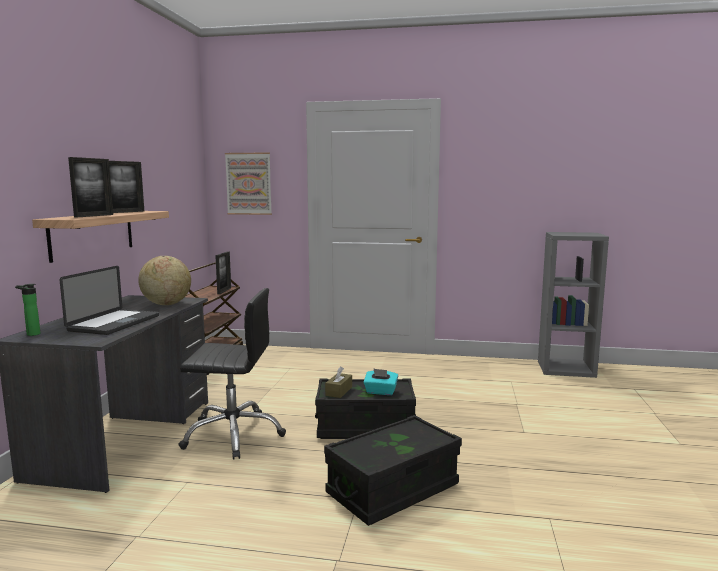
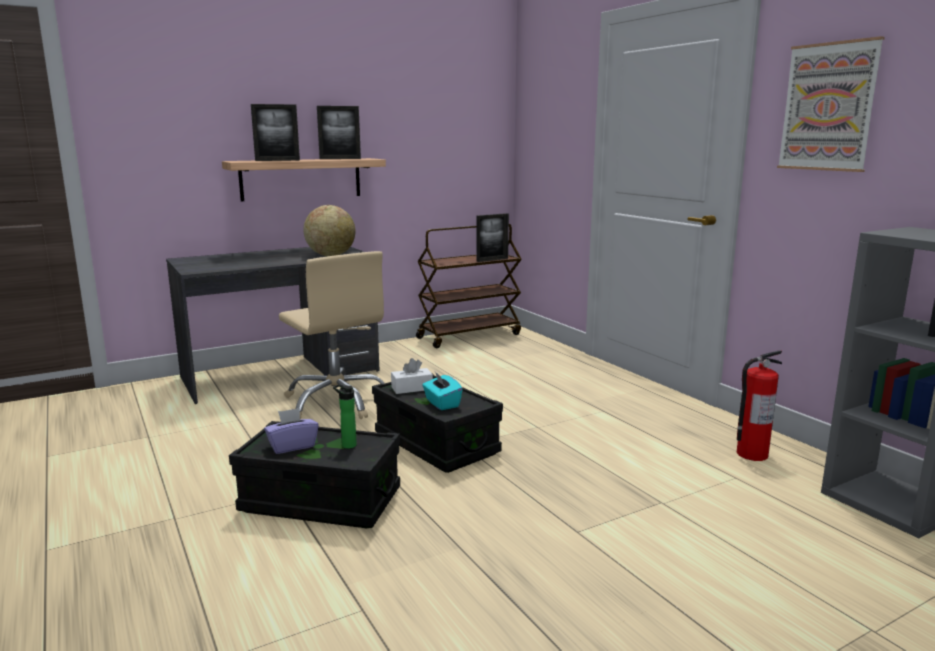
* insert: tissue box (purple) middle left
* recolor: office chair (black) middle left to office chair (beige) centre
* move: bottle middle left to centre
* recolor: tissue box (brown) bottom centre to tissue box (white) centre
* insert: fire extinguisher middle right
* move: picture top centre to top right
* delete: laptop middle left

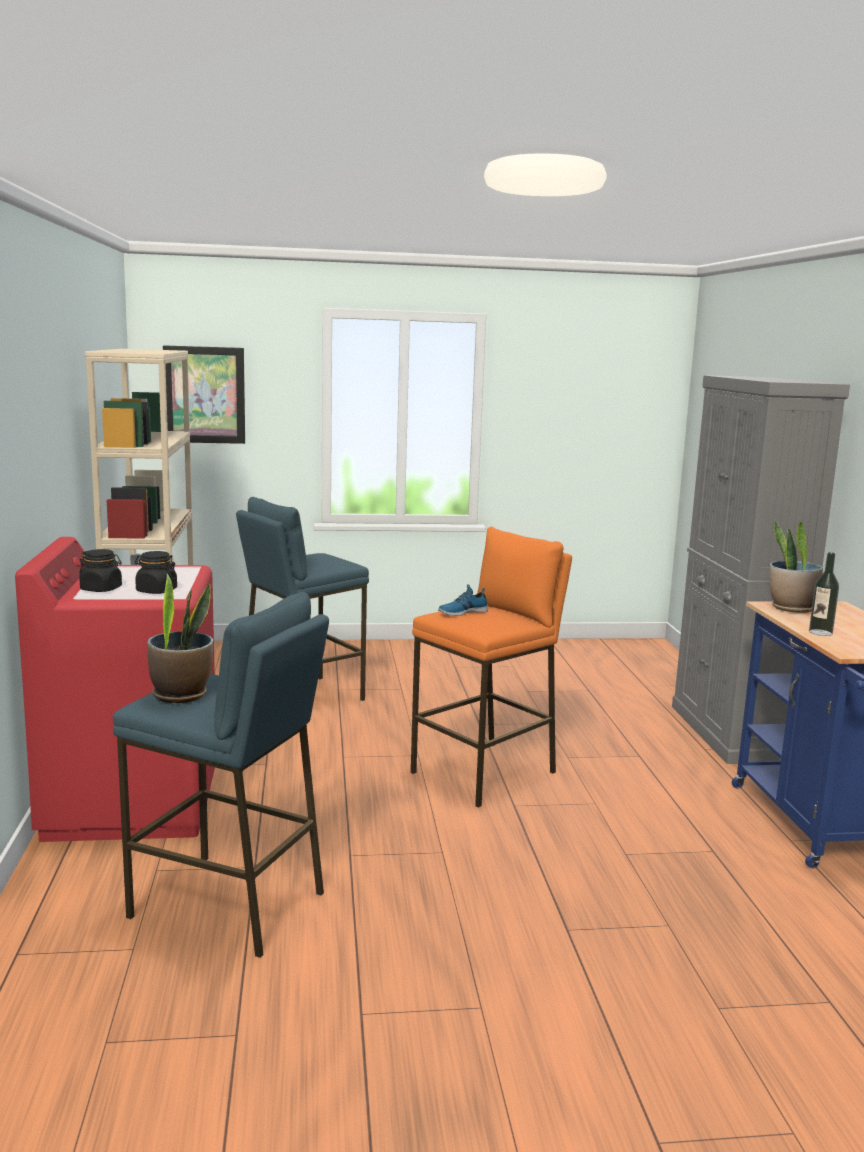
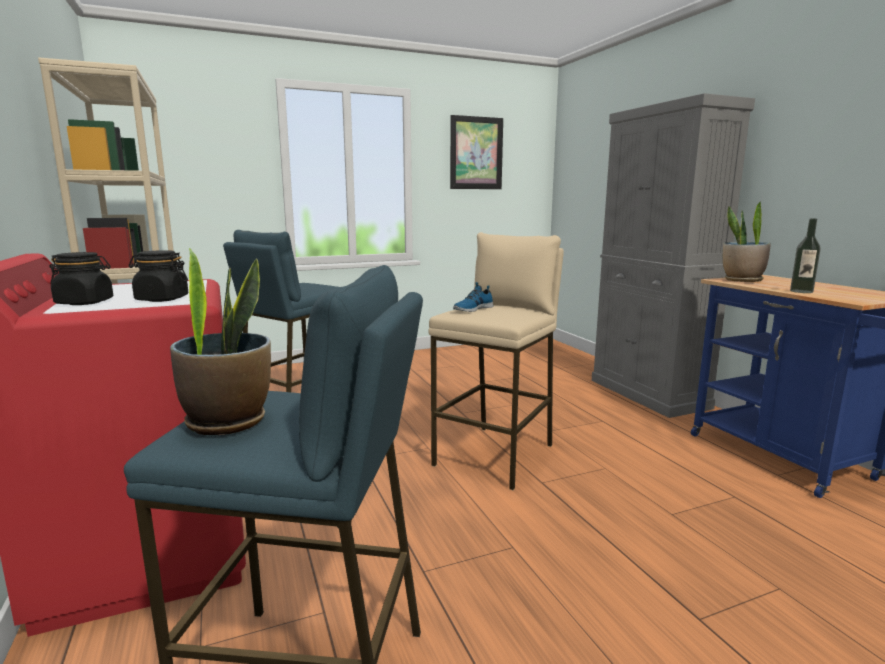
* recolor: stool (orange) centre to stool (beige) centre
* move: picture middle left to top centre

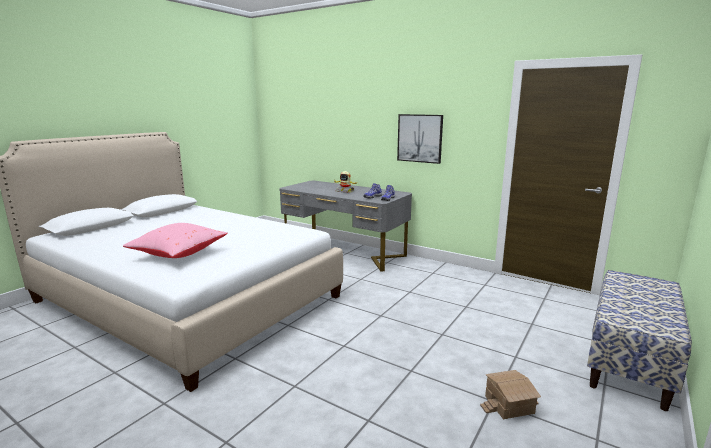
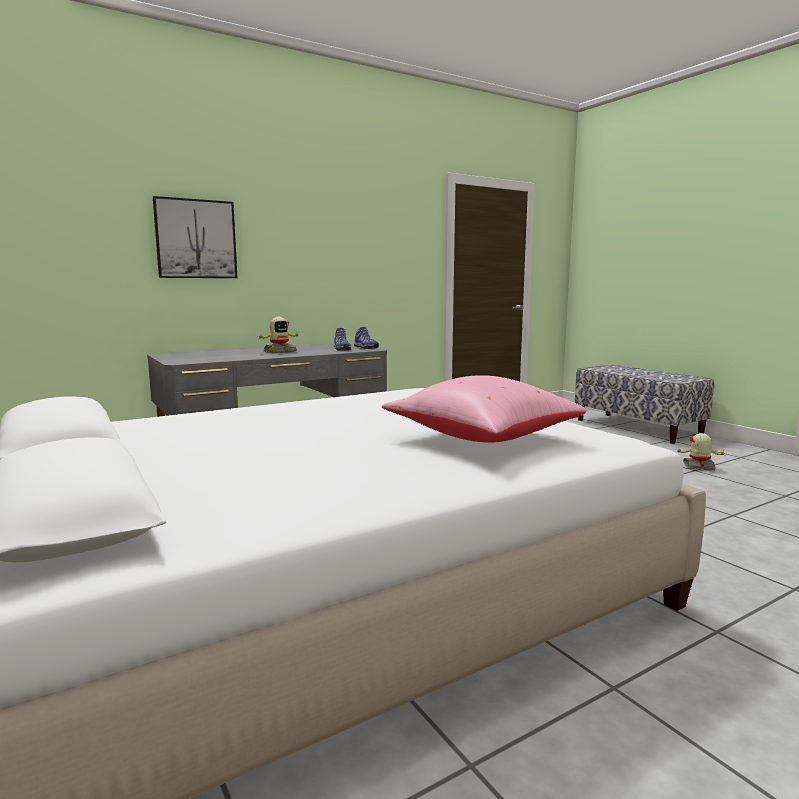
* move: picture top centre to top left
* replace: toy house bottom right to toy robot (2nd from left) middle right

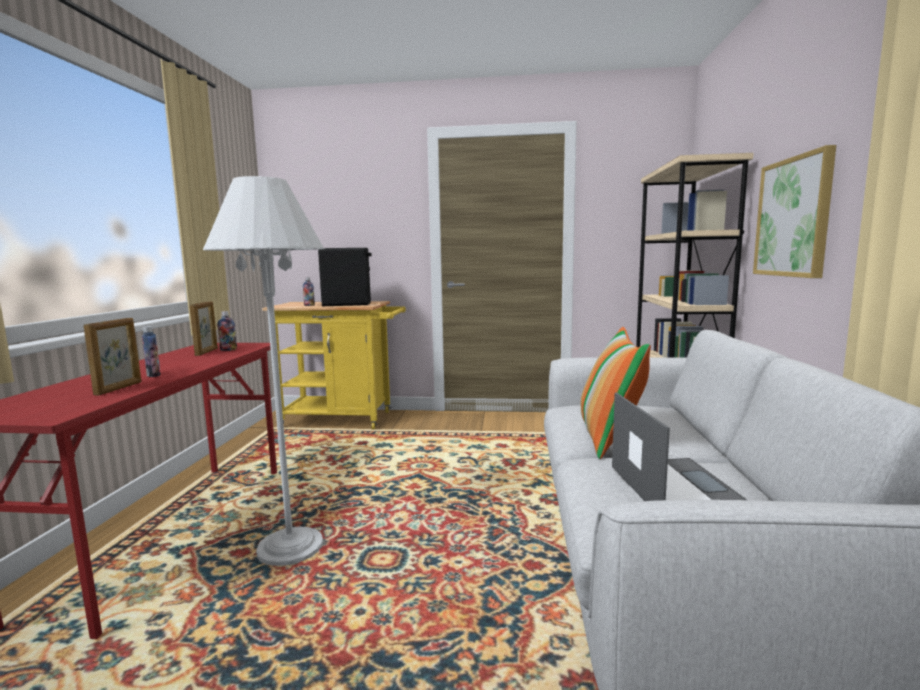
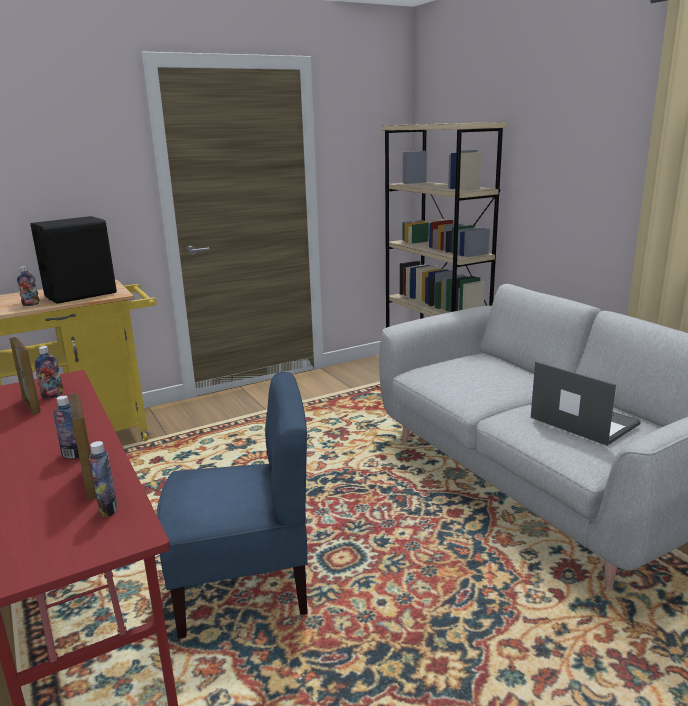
* insert: bottle (4th from left) bottom left
* replace: floor lamp (white) middle left to chair (blue) bottom centre
* delete: pillow middle right
* delete: picture top right

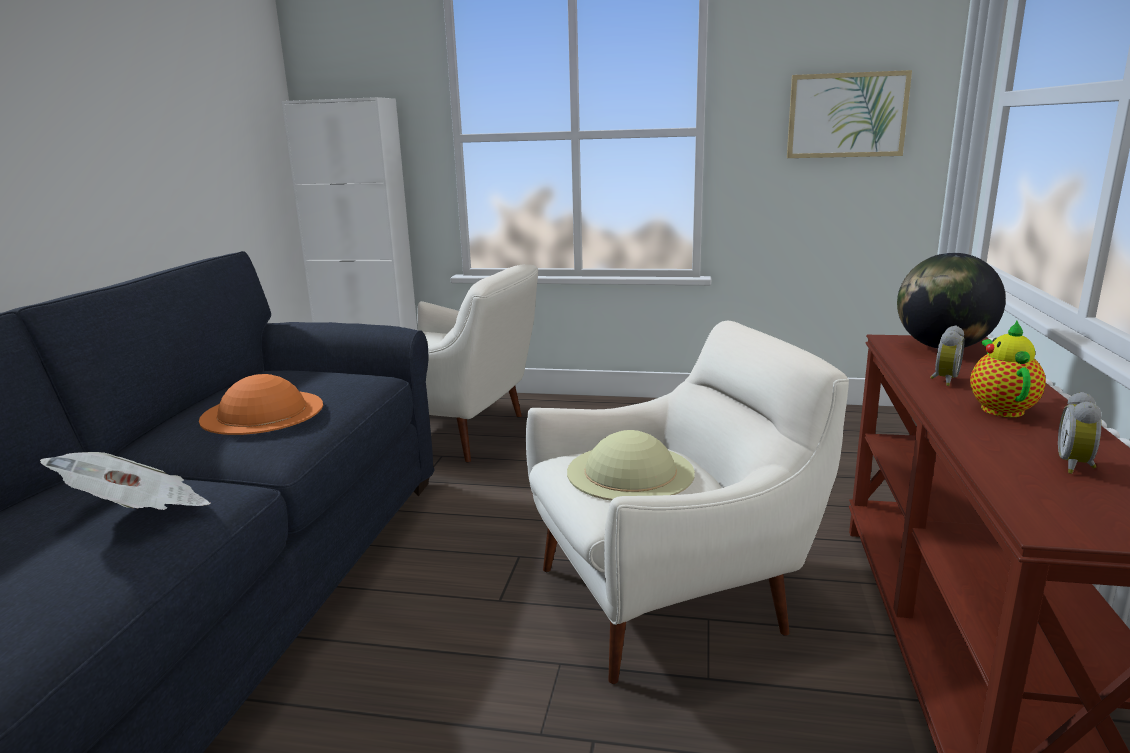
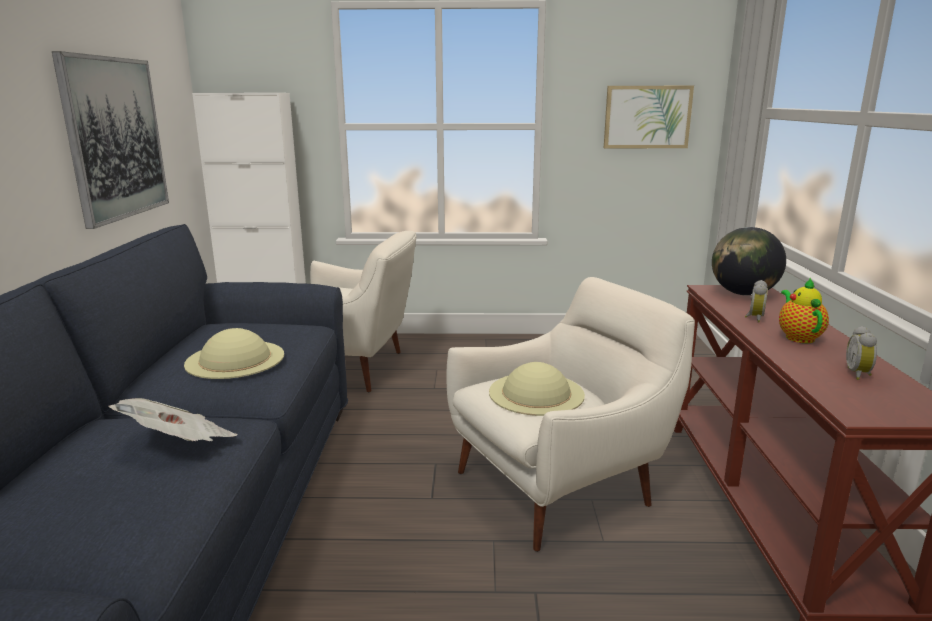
* insert: picture (1st from left) top left
* recolor: hat (orange) middle left to hat (beige) (1st from left) middle left

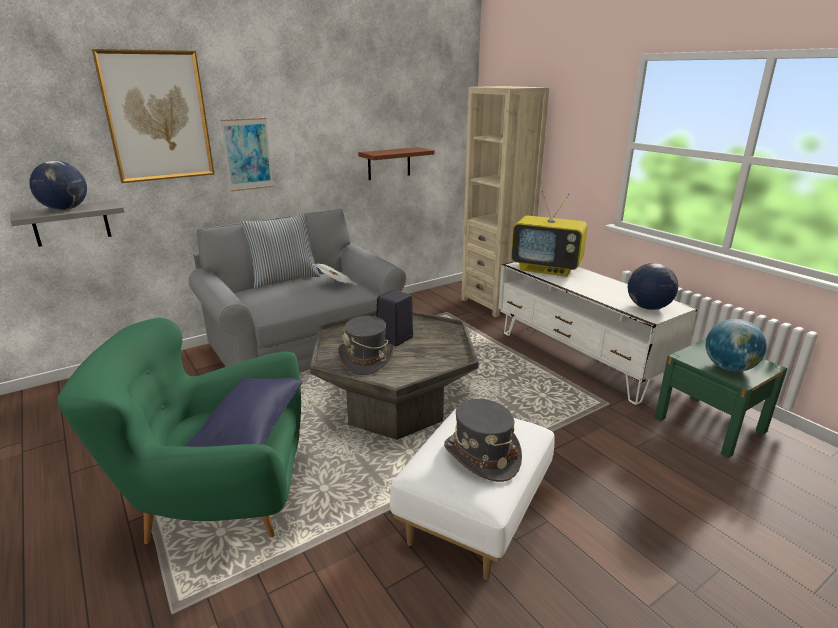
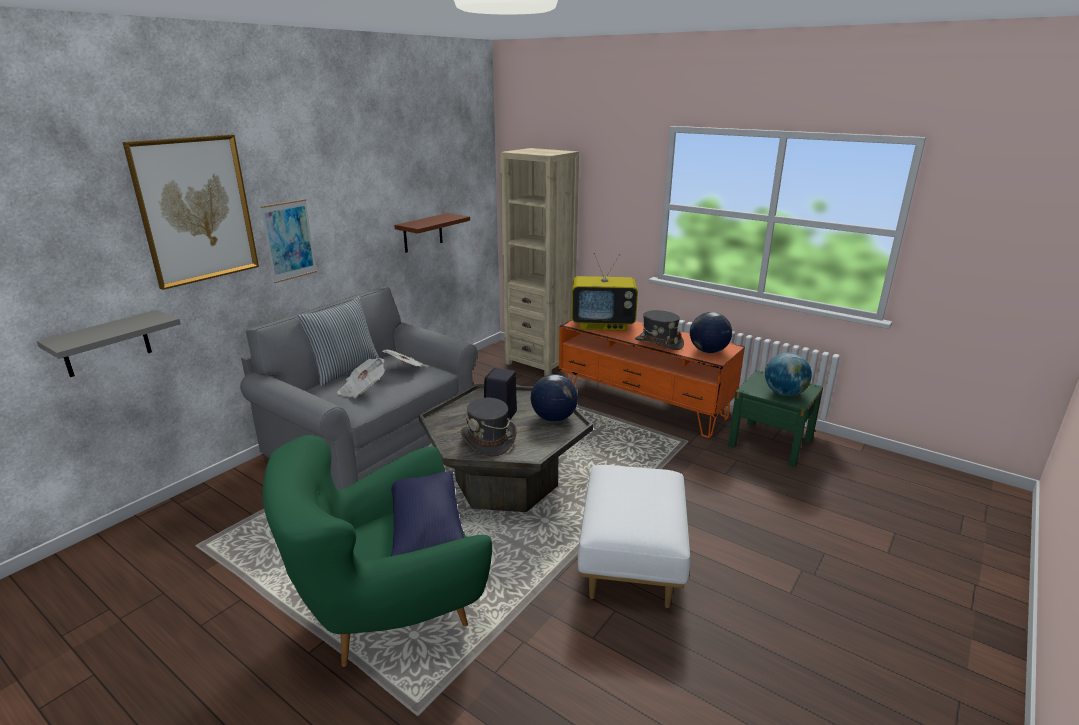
* insert: newspaper (1st from left) centre
* move: globe (1st from left) top left to centre
* recolor: tv stand (white) middle right to tv stand (orange) centre
* move: hat (grey) (2nd from left) bottom centre to centre

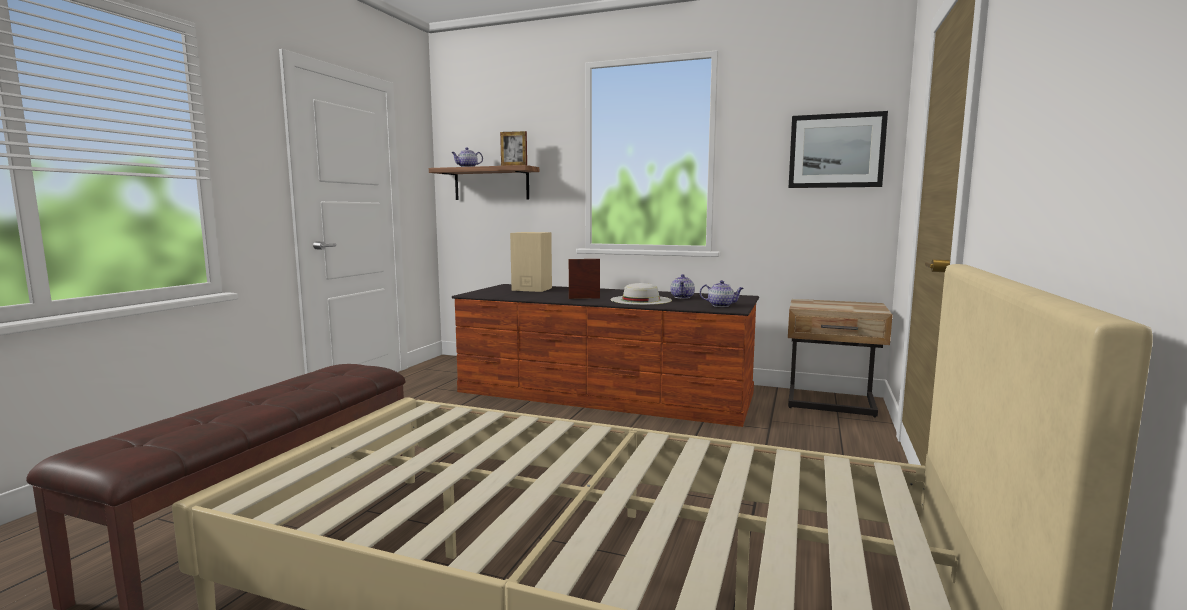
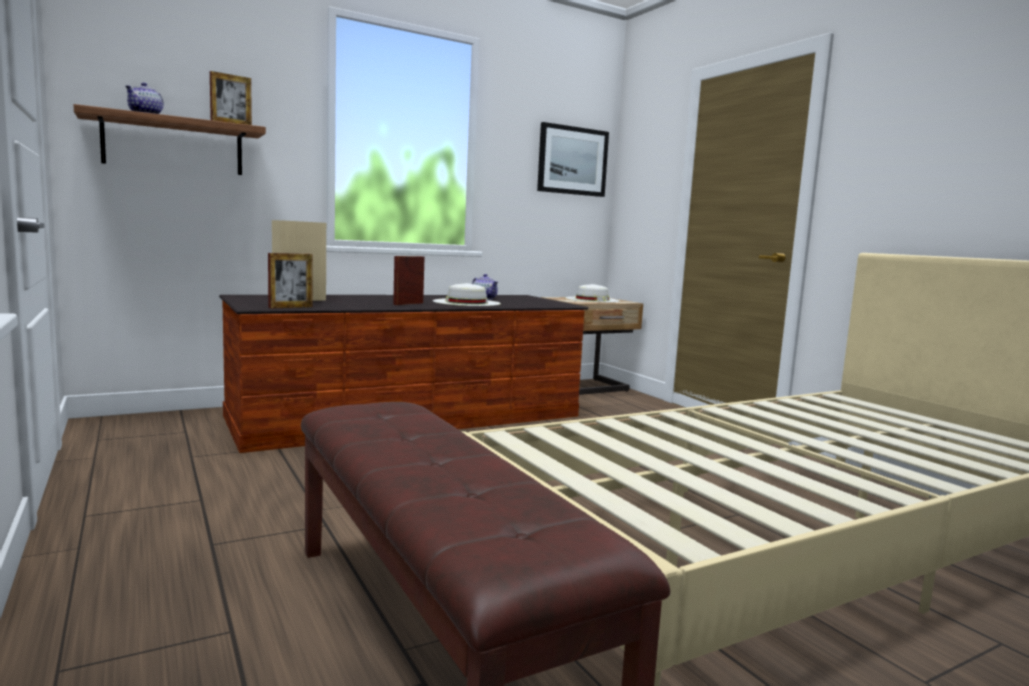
* insert: picture frame (2nd from left) middle left
* insert: hat (white) (2nd from left) centre
* delete: teapot (3rd from left) centre

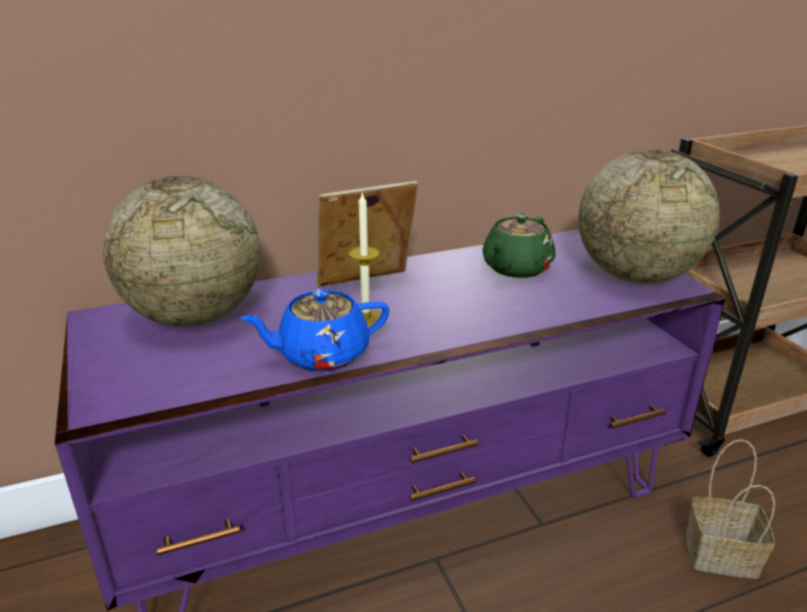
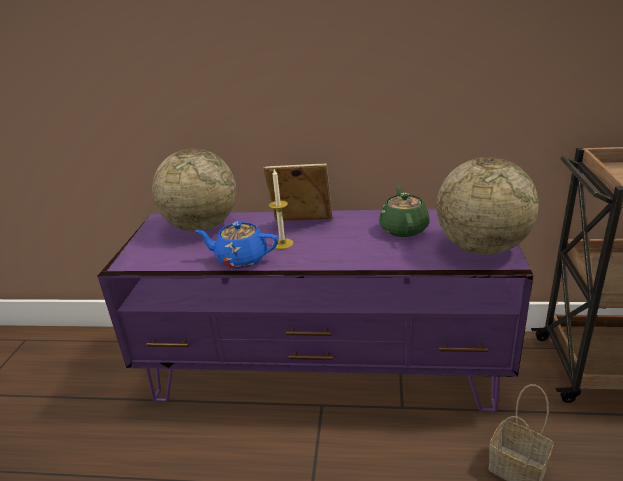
* rotate: teapot (green) centre = centre 120 degrees clockwise

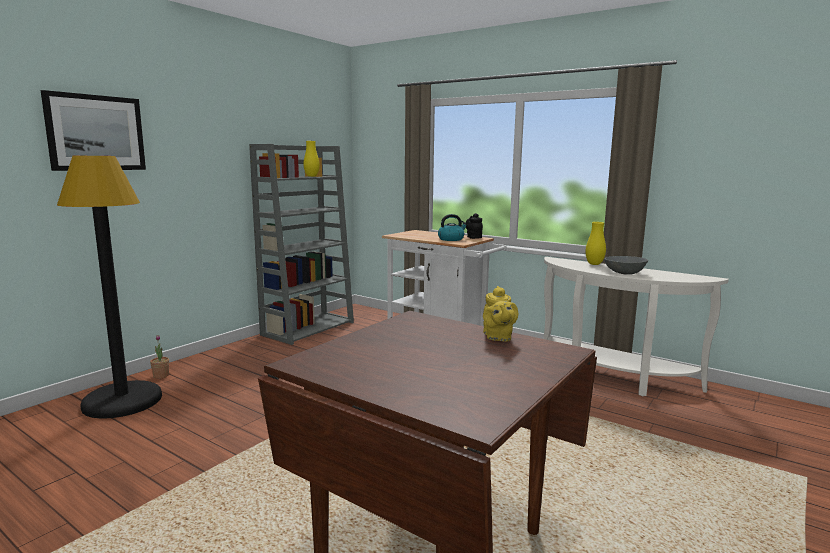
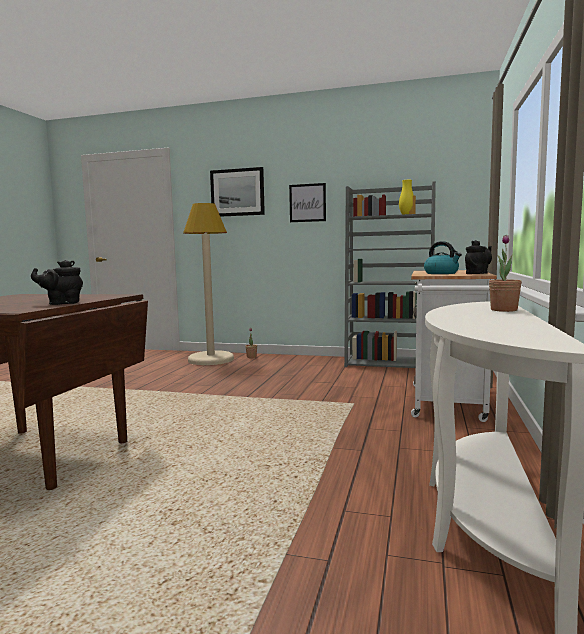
* recolor: teapot (yellow) centre to teapot (black) (1st from left) middle left
* recolor: floor lamp (black) middle left to floor lamp (beige) centre
* insert: picture (2nd from left) top centre
* replace: vase (yellow) (2nd from left) middle right to potted plant (2nd from left) middle right
* delete: bowl (grey) middle right

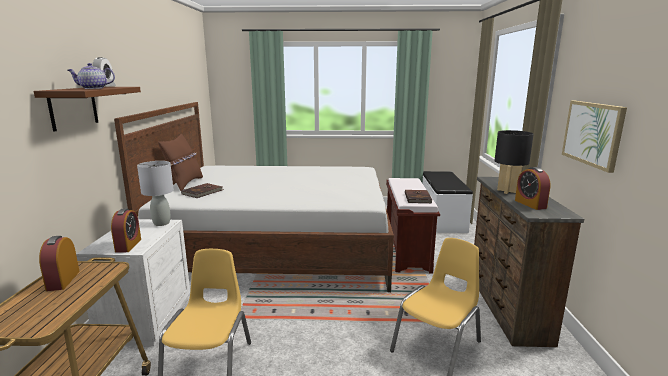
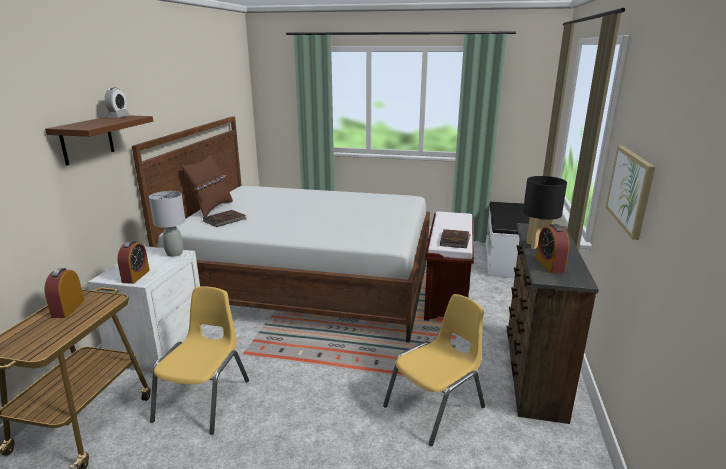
* delete: teapot top left

